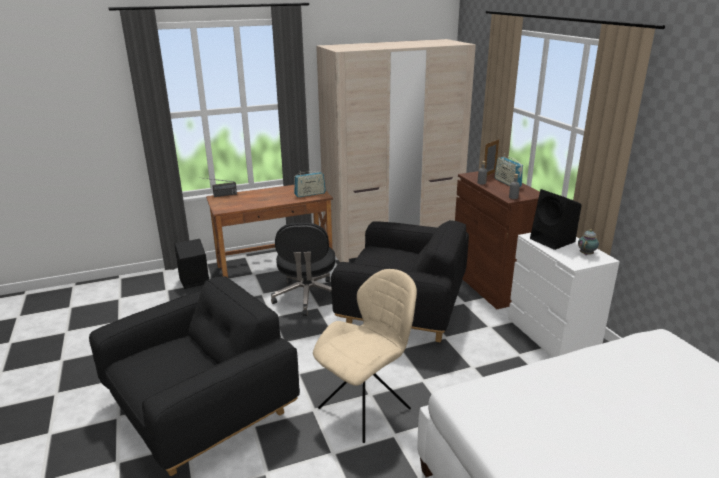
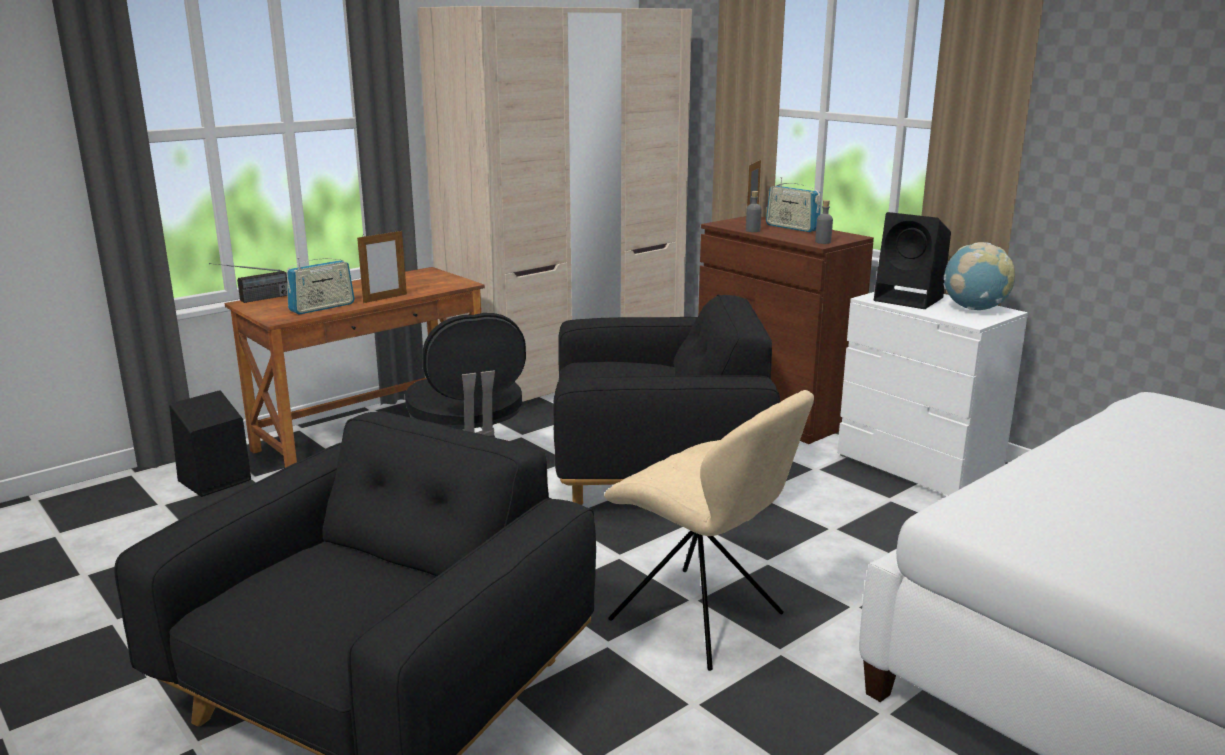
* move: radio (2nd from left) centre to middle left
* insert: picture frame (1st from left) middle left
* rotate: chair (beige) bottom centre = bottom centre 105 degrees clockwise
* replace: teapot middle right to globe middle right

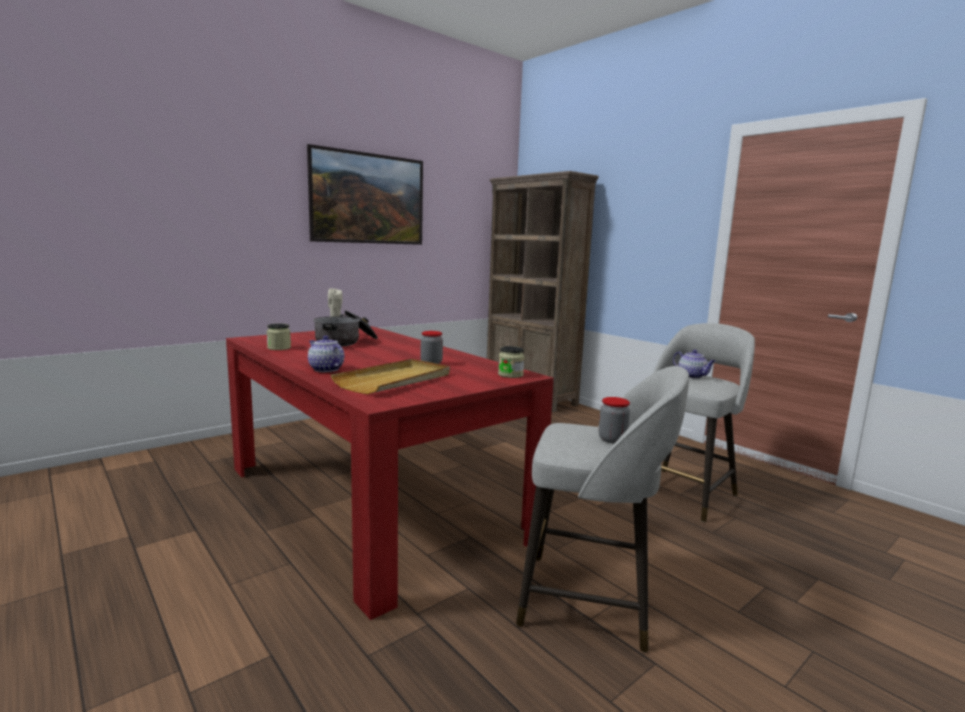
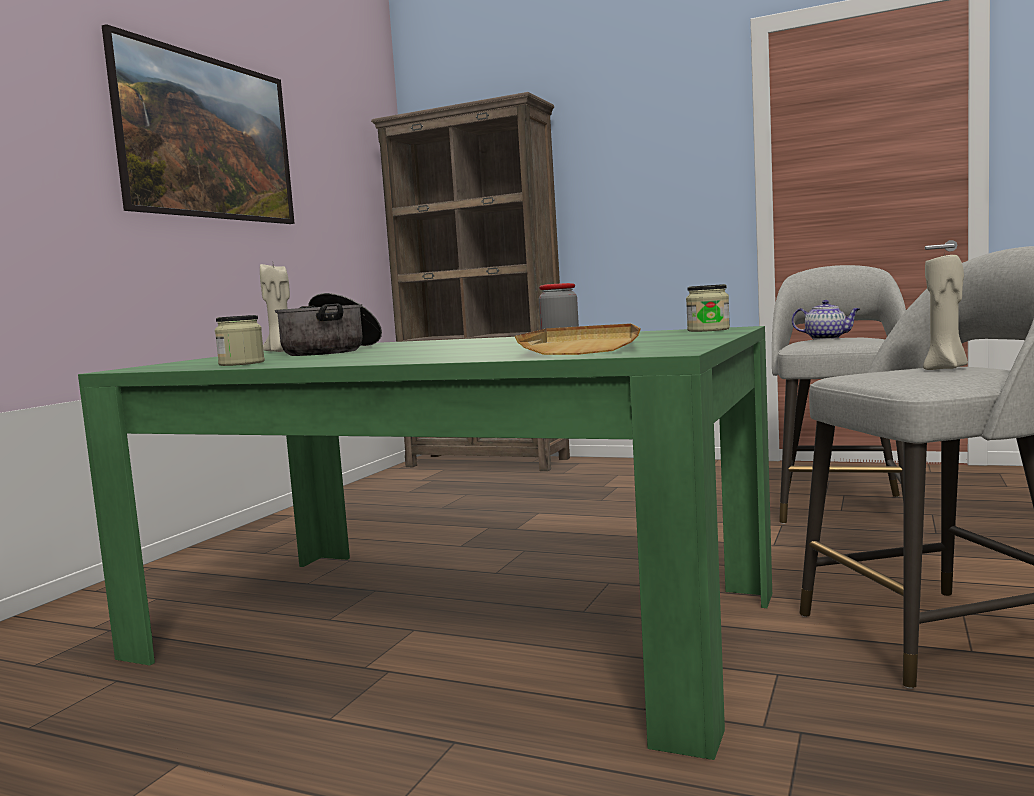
* recolor: dining table (red) centre to dining table (green) bottom centre
* replace: jar (4th from left) centre to candle (beige) (2nd from left) middle right
* delete: teapot (1st from left) centre

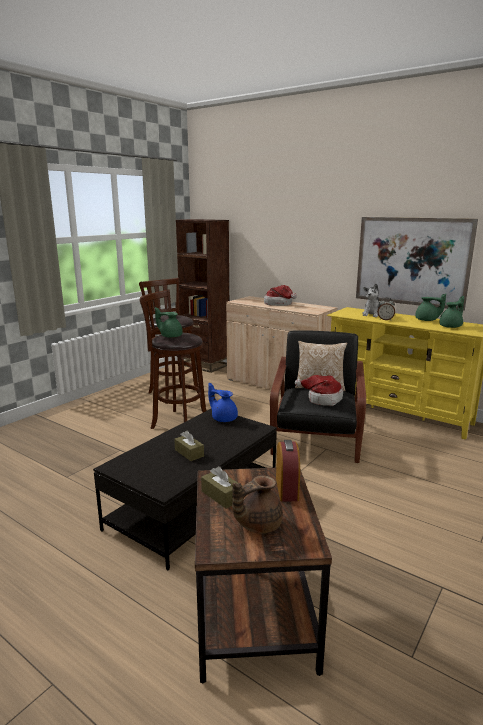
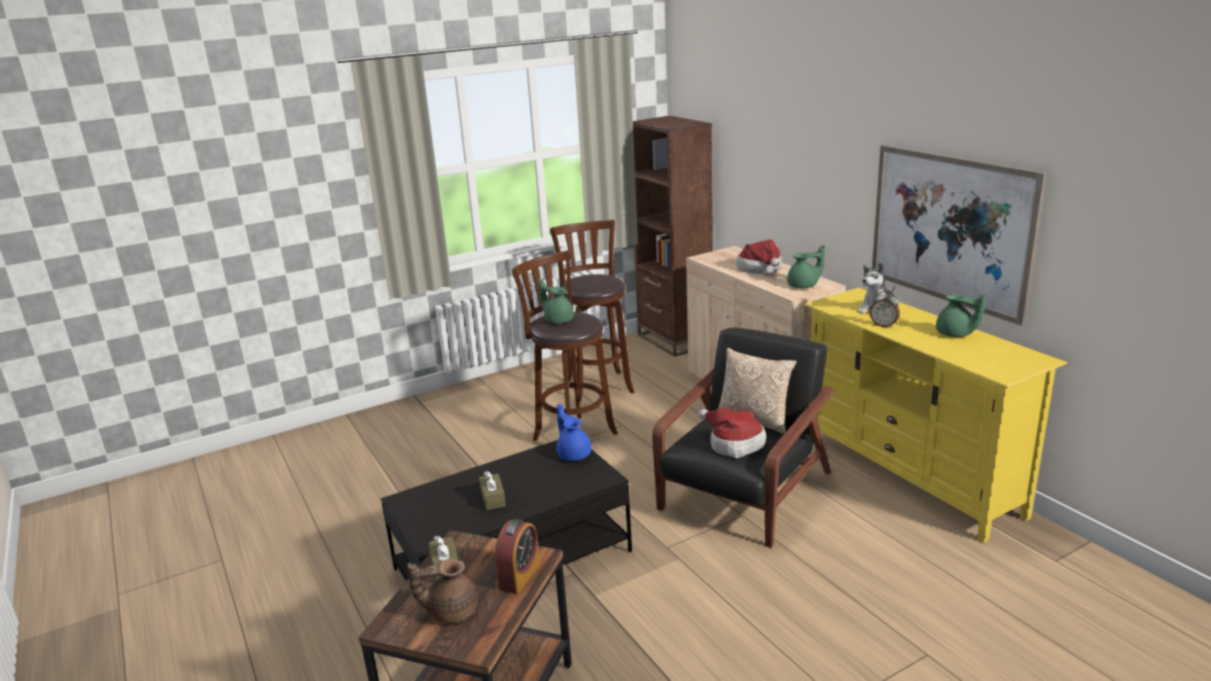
* move: teapot (green) (3rd from left in the first image) middle right to teapot (green) (2nd from left) centre

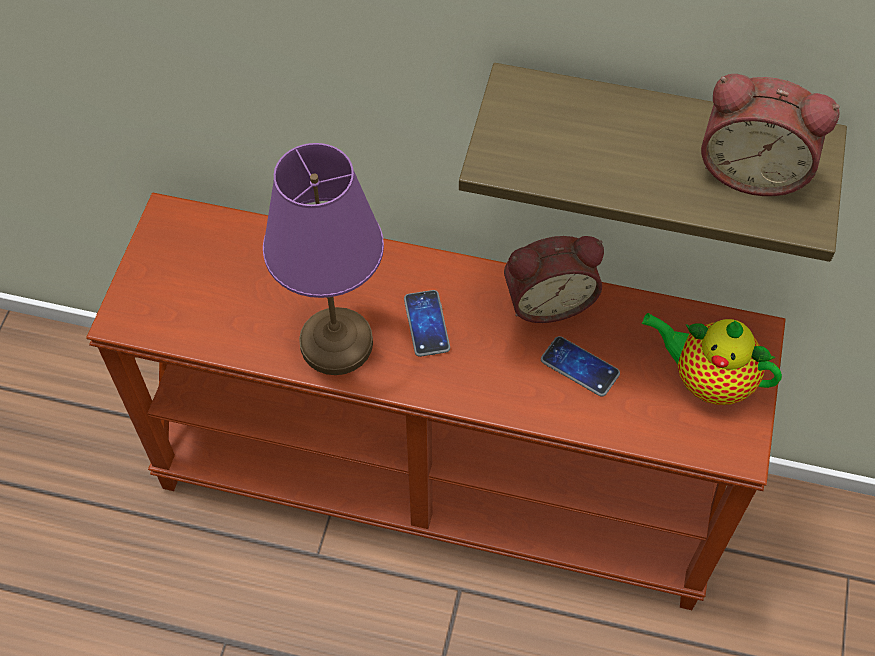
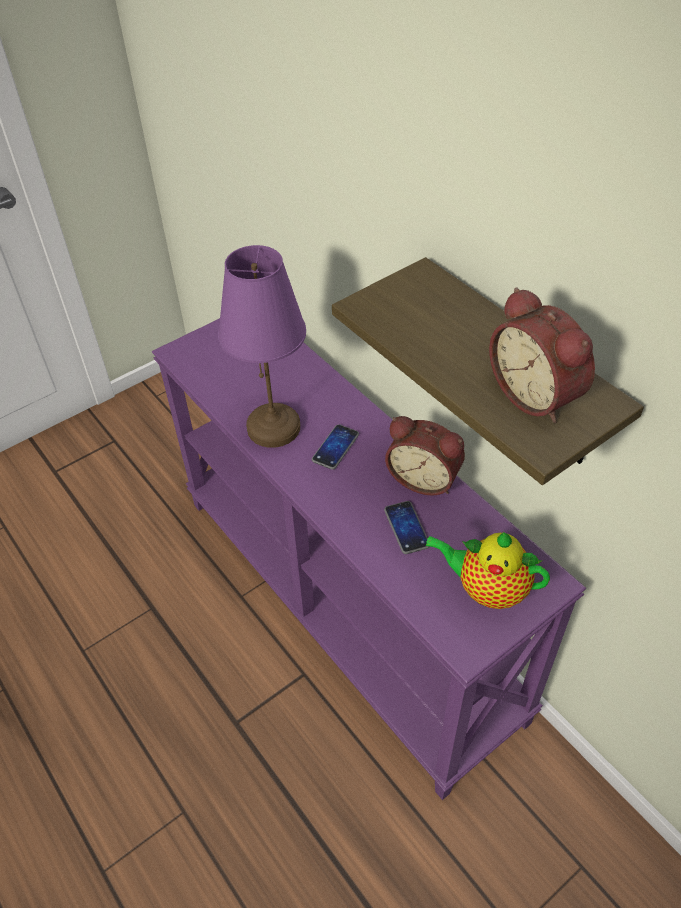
* recolor: console table (brown) centre to console table (purple) centre
* rotate: teapot middle right = middle right 45 degrees counterclockwise

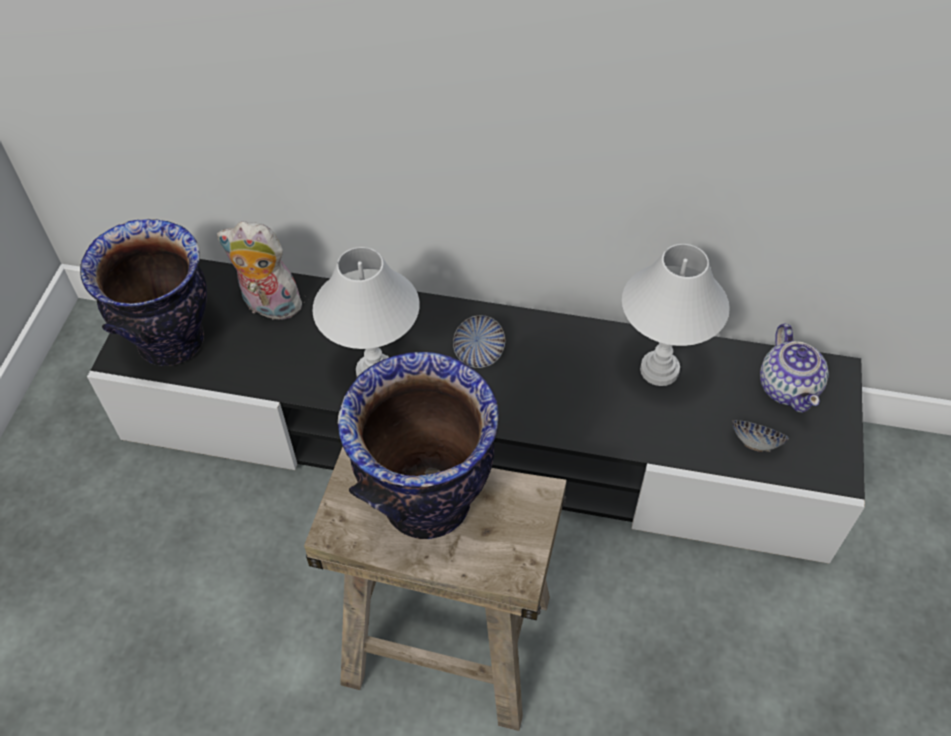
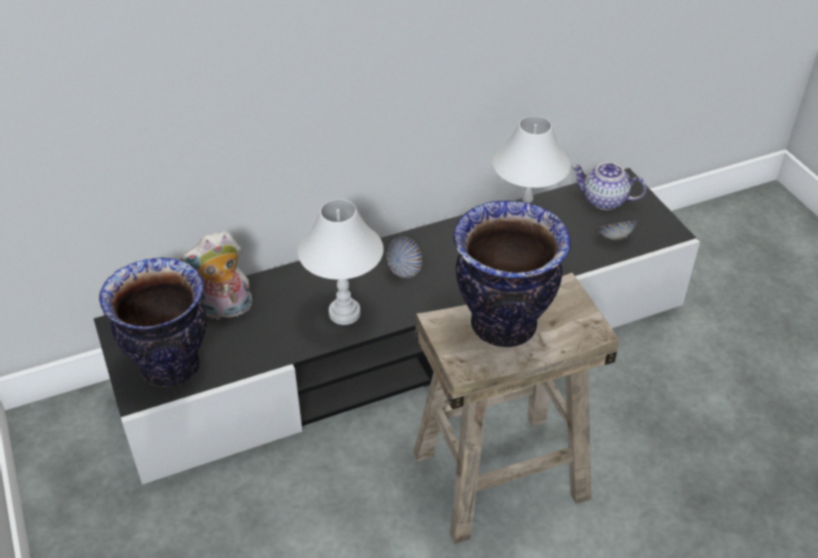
* rotate: teapot middle right = middle right 150 degrees clockwise

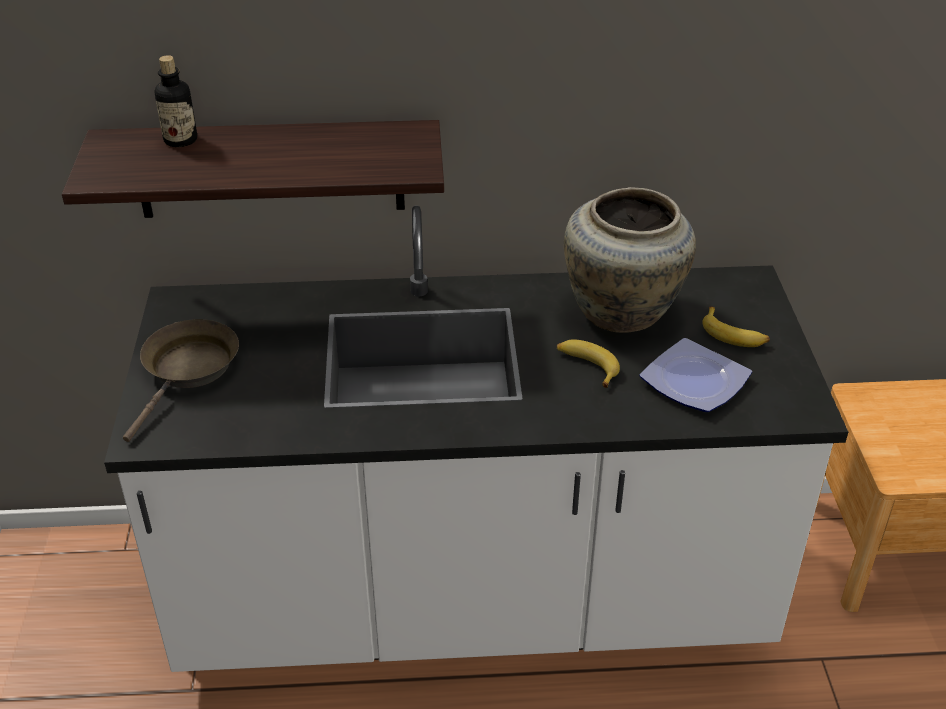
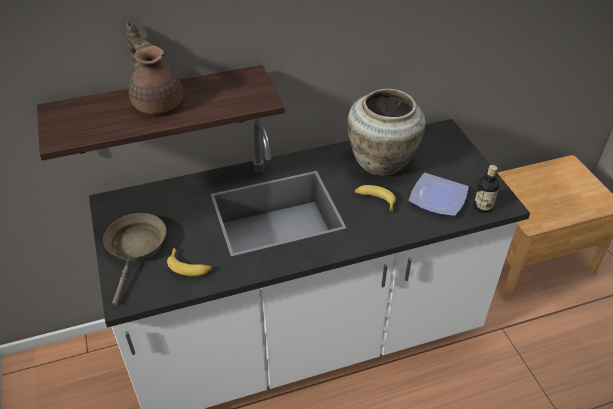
* insert: teapot (brown) top left
* move: banana (2nd from left in the first image) middle right to banana (1st from left) middle left
* move: bottle top left to middle right

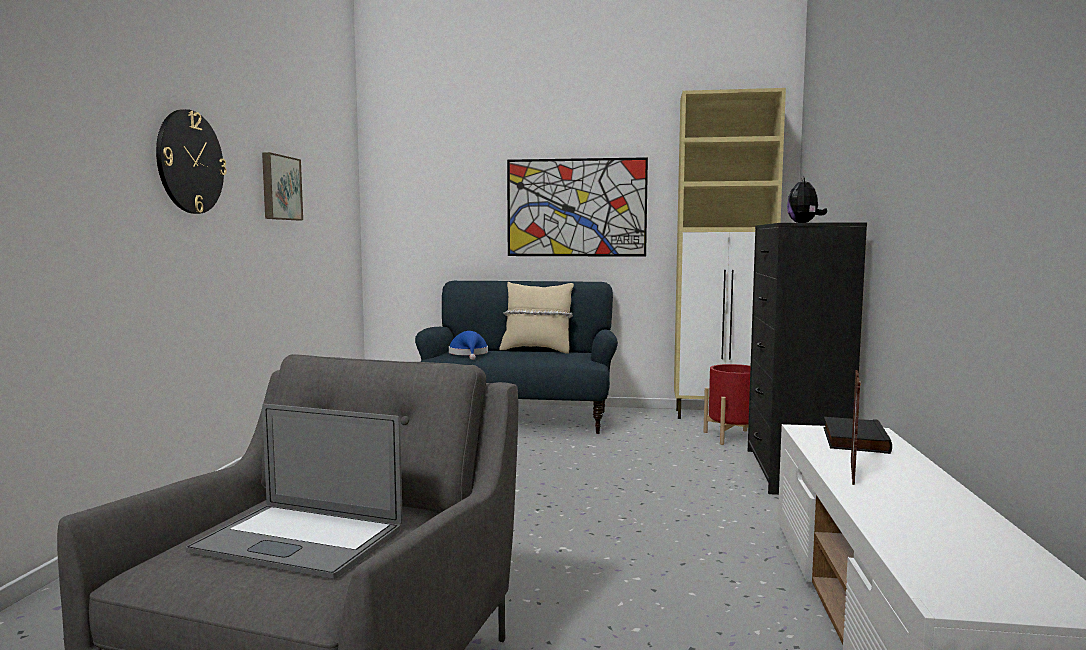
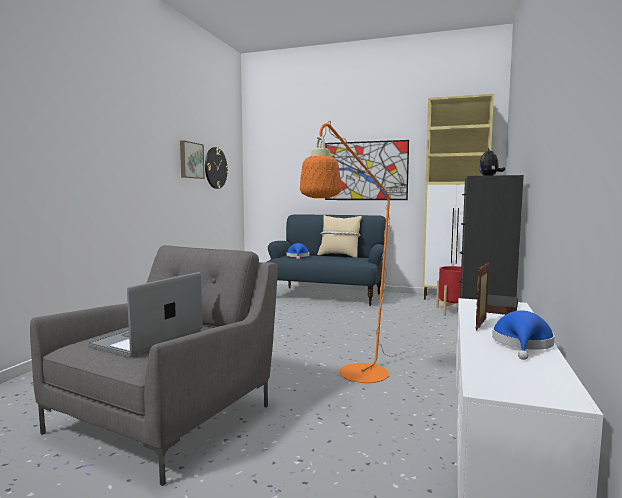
* rotate: laptop bottom left = middle left 90 degrees clockwise
* move: wall clock top left to centre
* insert: floor lamp (orange) centre
* insert: hat (blue) (2nd from left) bottom right

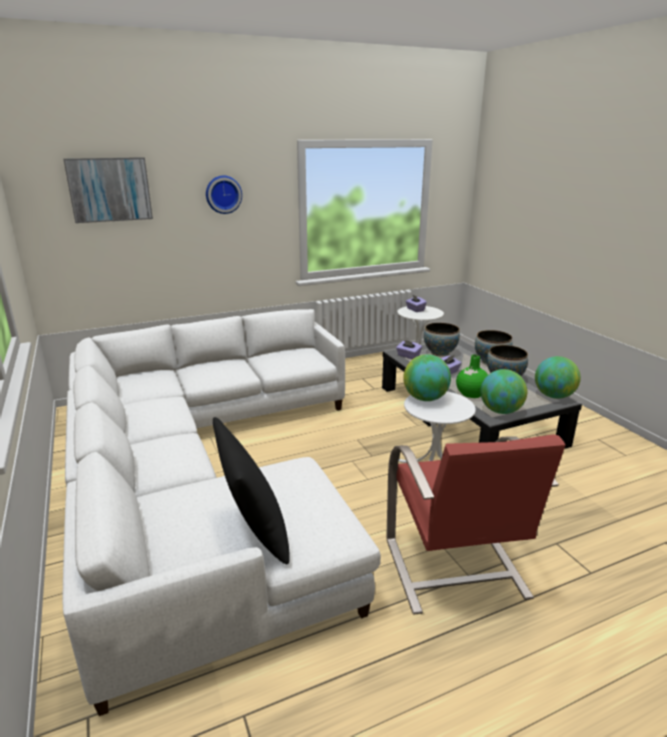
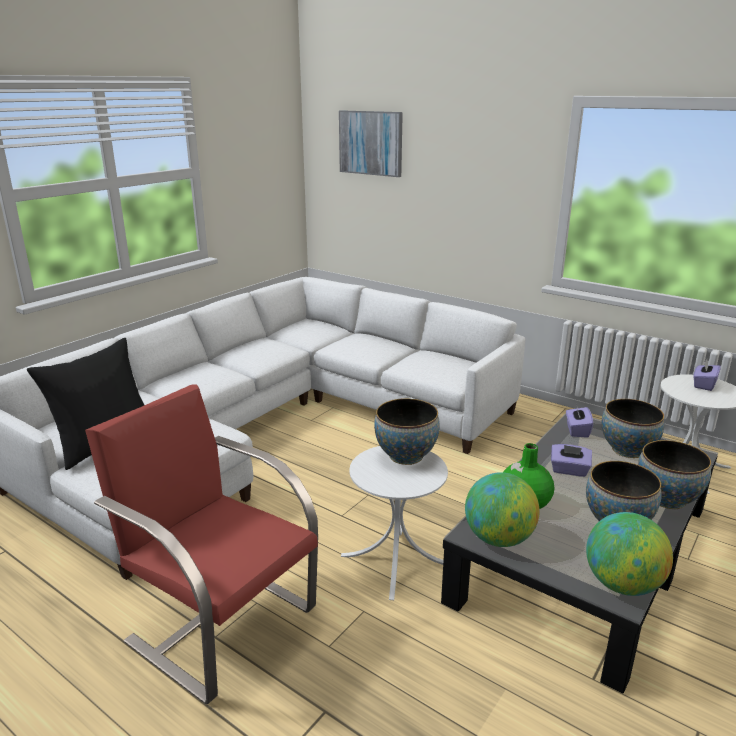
* rotate: armchair (red) bottom right = bottom left 75 degrees clockwise
* replace: globe (1st from left) centre to bowl (1st from left) centre
* delete: wall clock top centre

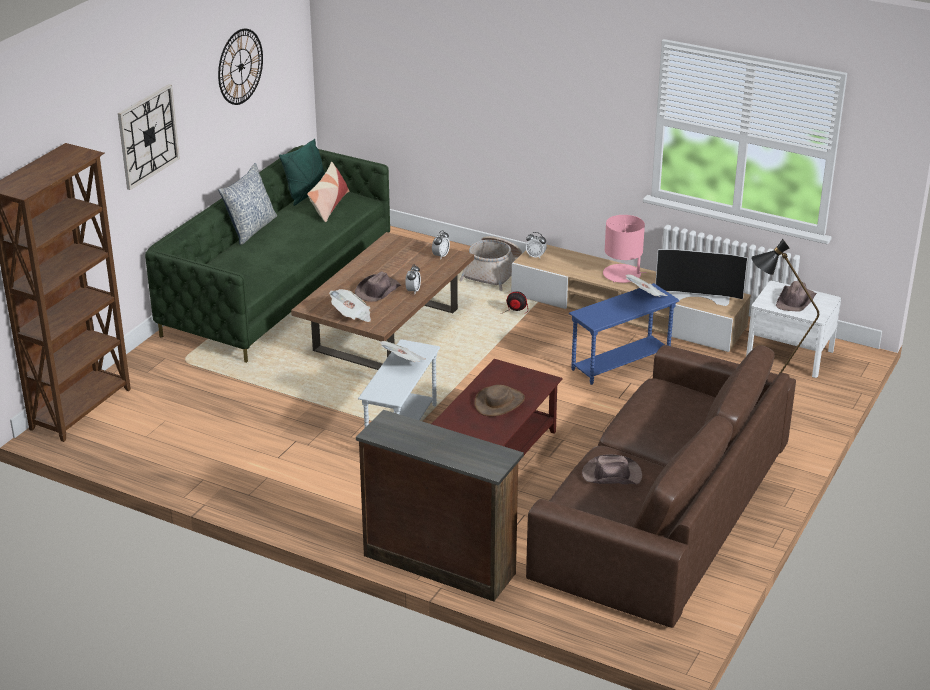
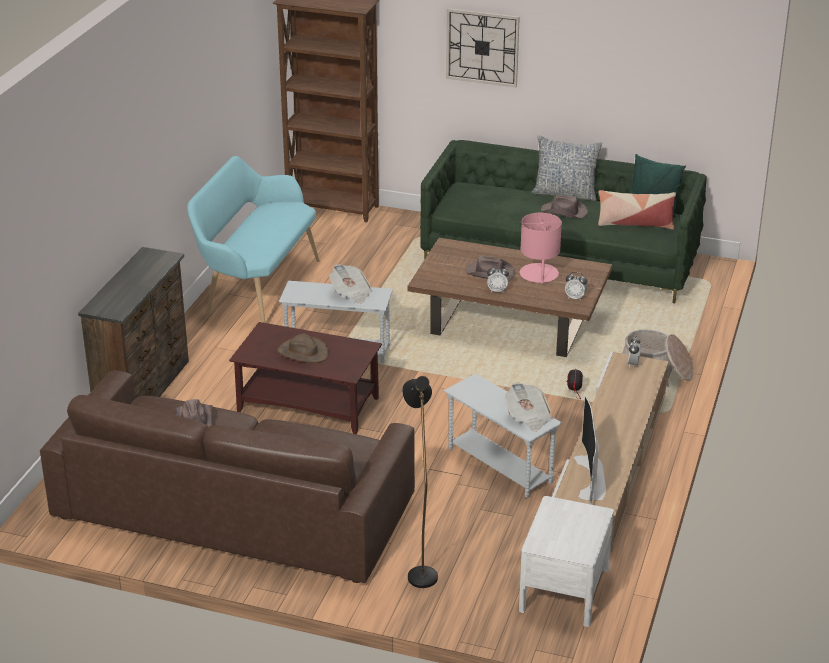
* insert: bench (turquoise) middle left
* recolor: side table (blue) middle right to side table (white) (2nd from left) centre
* move: table lamp (pink) middle right to centre
* move: hat (brown) (4th from left) middle right to top right
* delete: wall clock (2nd from left) top left
* delete: newspaper (1st from left) centre

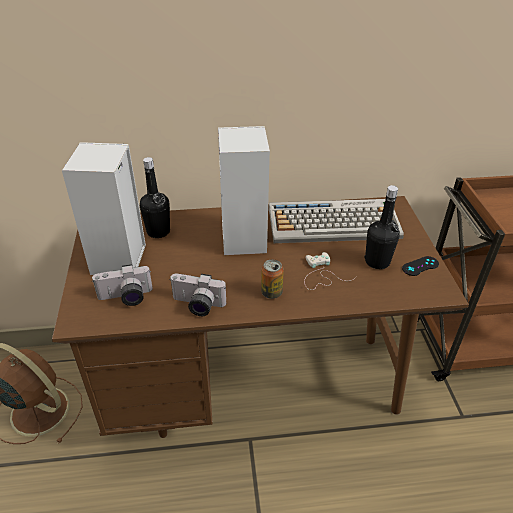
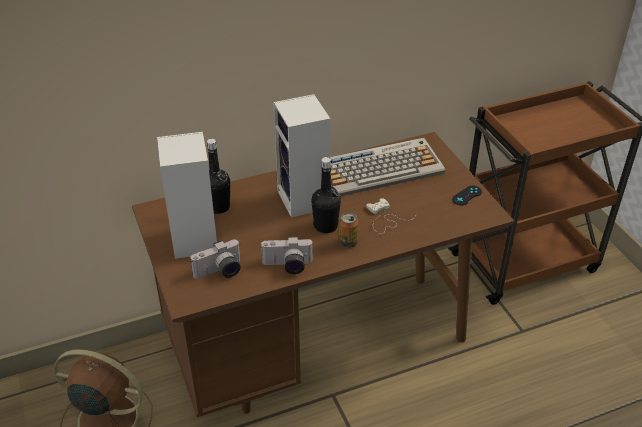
* move: bottle (black) (2nd from left) middle right to centre

